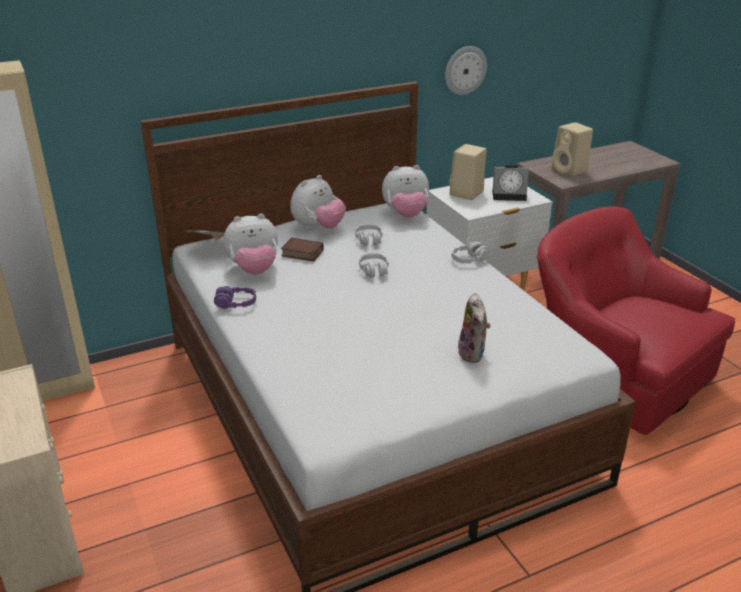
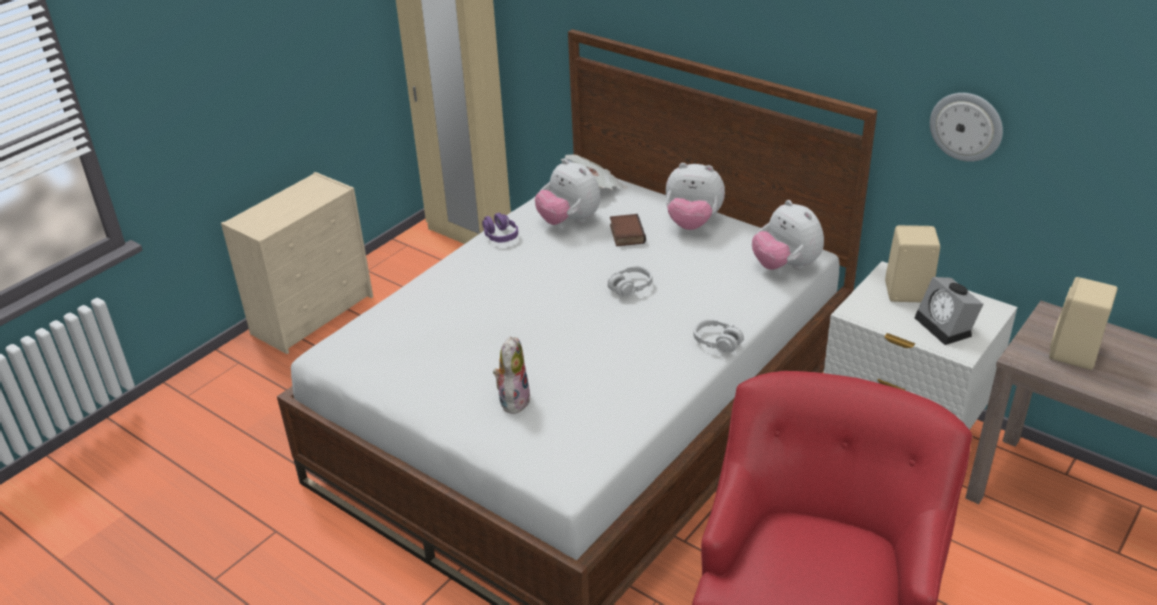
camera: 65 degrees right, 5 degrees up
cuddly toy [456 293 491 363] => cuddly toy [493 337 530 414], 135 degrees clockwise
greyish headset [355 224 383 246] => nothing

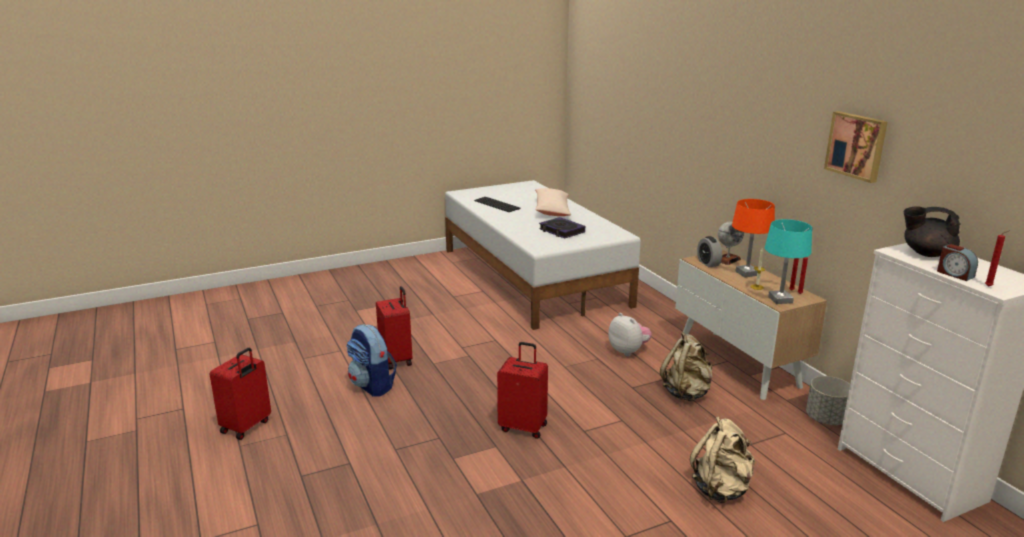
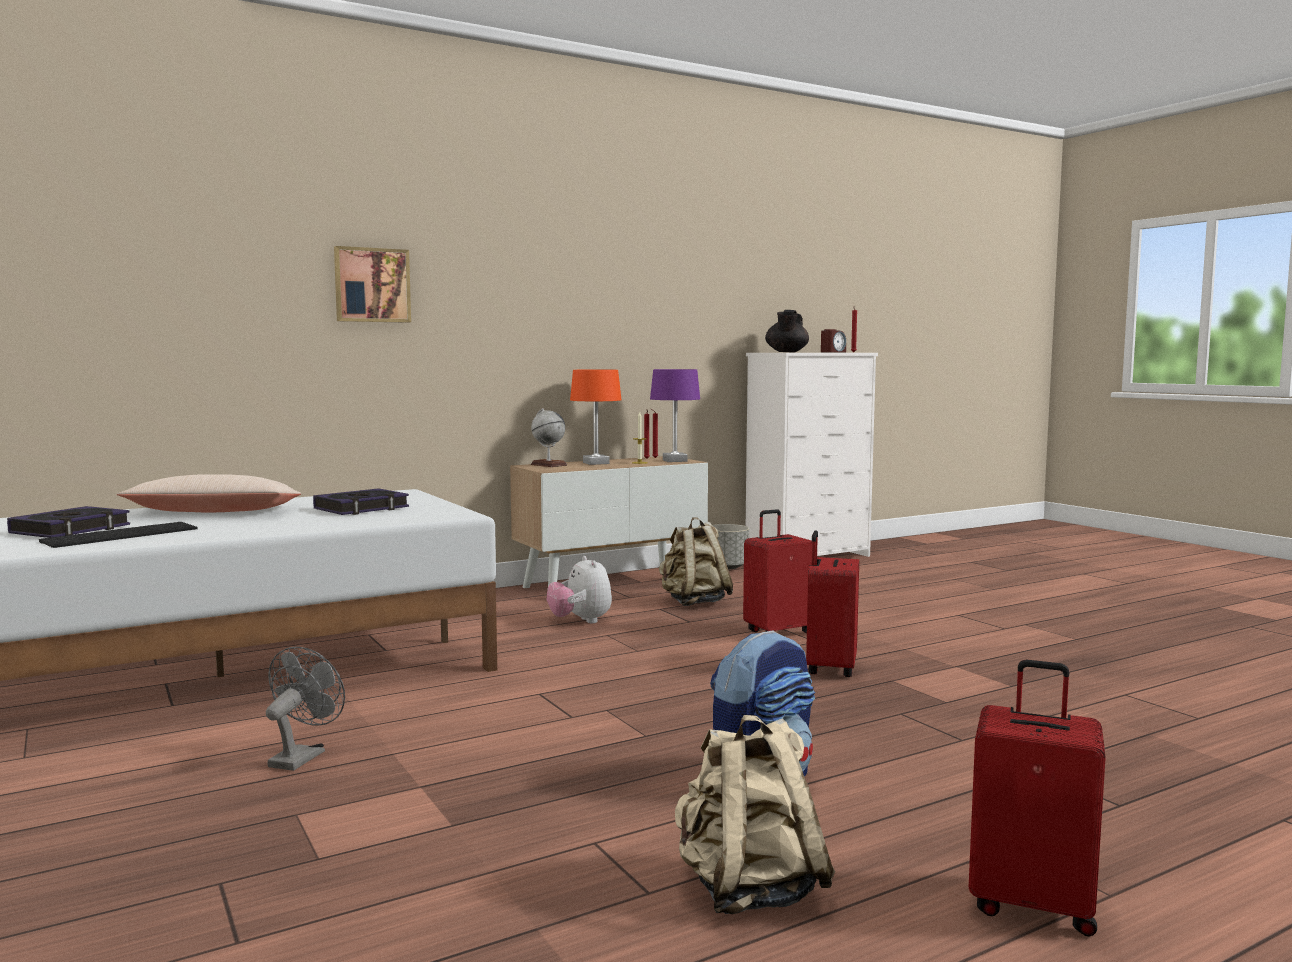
camera: 95 degrees left, 15 degrees down
nothing => bound book [7 506 130 538]
nothing => greyish fan [266 647 345 771]
wall picture [824 111 887 183] => wall picture [334 246 411 323], relocated
cuddly toy [608 313 652 356] => cuddly toy [547 556 612 623], 75 degrees counterclockwise
turquoise table lamp [765 219 812 304] => purple-coloured table lamp [650 369 700 462]
beige-coloured rucksack [690 417 755 503] => beige-coloured rucksack [675 715 835 914], relocated
reddish travel case [376 286 412 370] => reddish travel case [743 509 812 633], relocated
table clock [697 236 722 267] => nothing

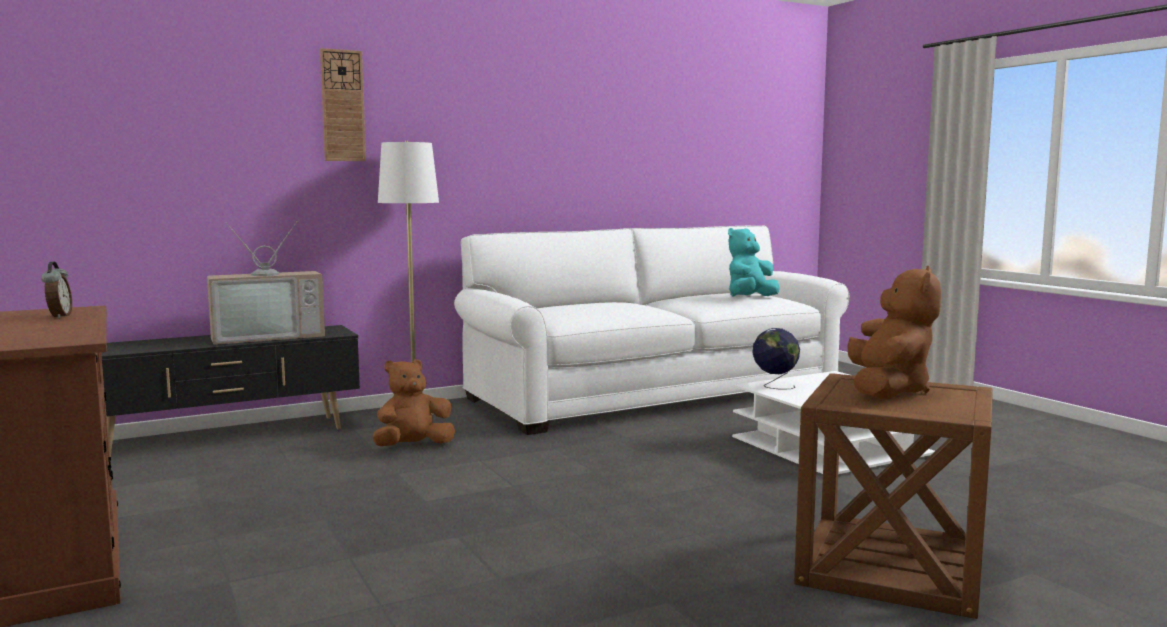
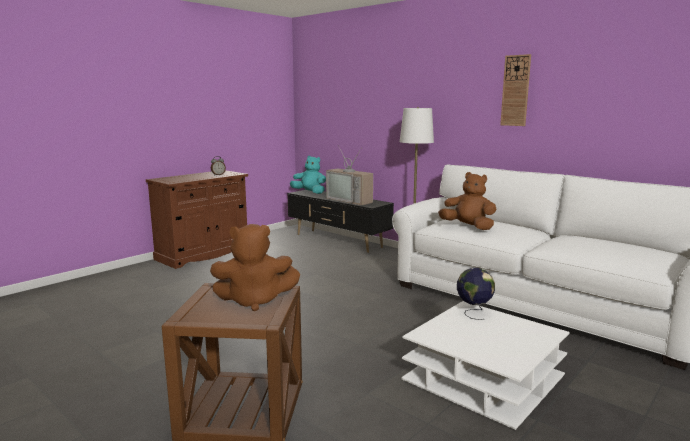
camera: 70 degrees right, 5 degrees up
turquoise cuddly toy [728 228 779 296] => turquoise cuddly toy [290 156 326 194], relocated
brown cuddly toy [372 359 455 446] => brown cuddly toy [438 172 496 230], relocated
clock on the wall [320 48 366 161] => clock on the wall [500 54 531 126], relocated

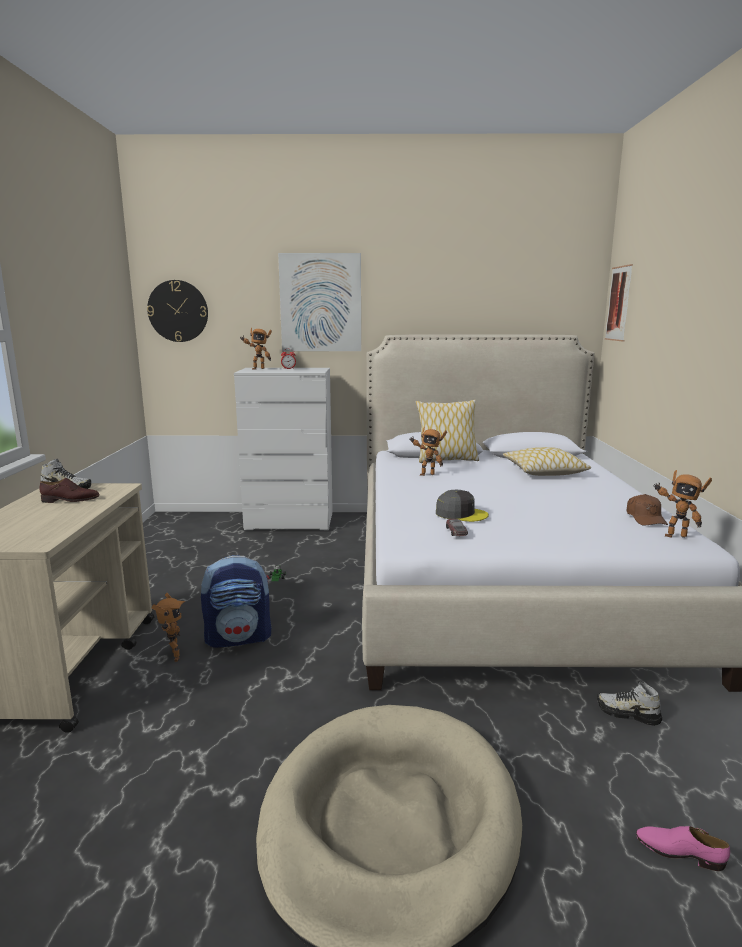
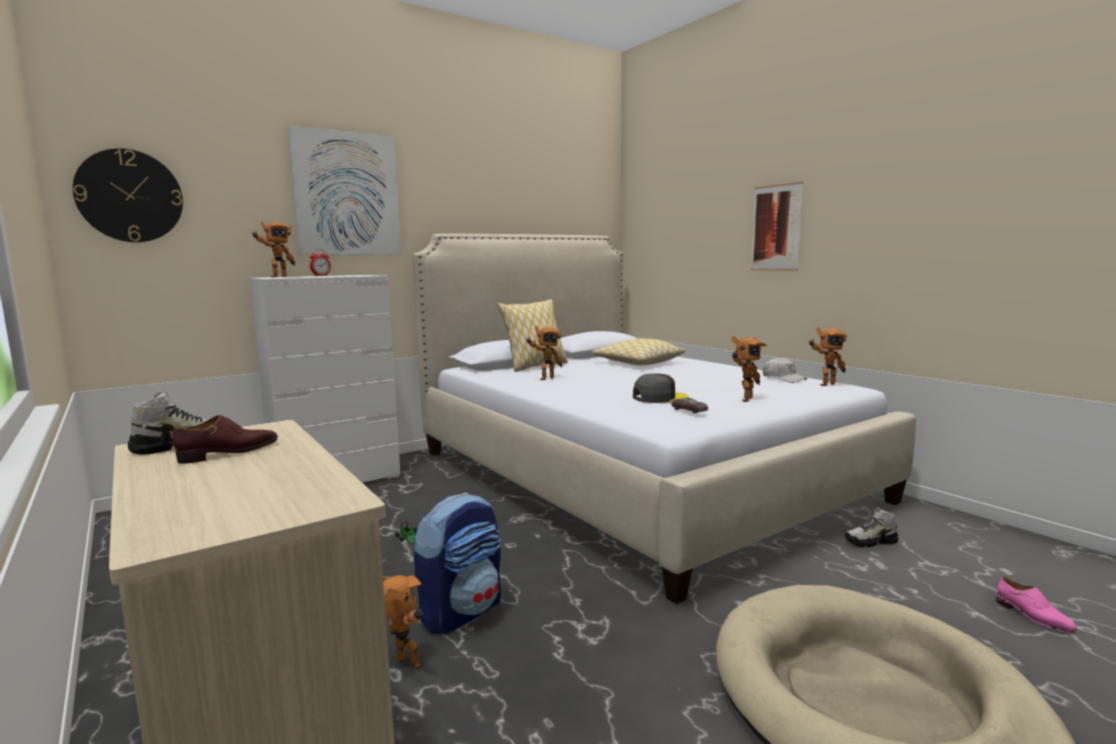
camera: 35 degrees left, 5 degrees down
nothing => robot figure [731 336 767 402]
wall picture [605 264 633 342] => wall picture [751 182 803 271], relocated
brown peaked cap [627 494 668 526] => whitish peaked cap [763 357 807 383]
pinkish shoe [636 826 730 871] => pinkish shoe [996 577 1077 633], 105 degrees counterclockwise

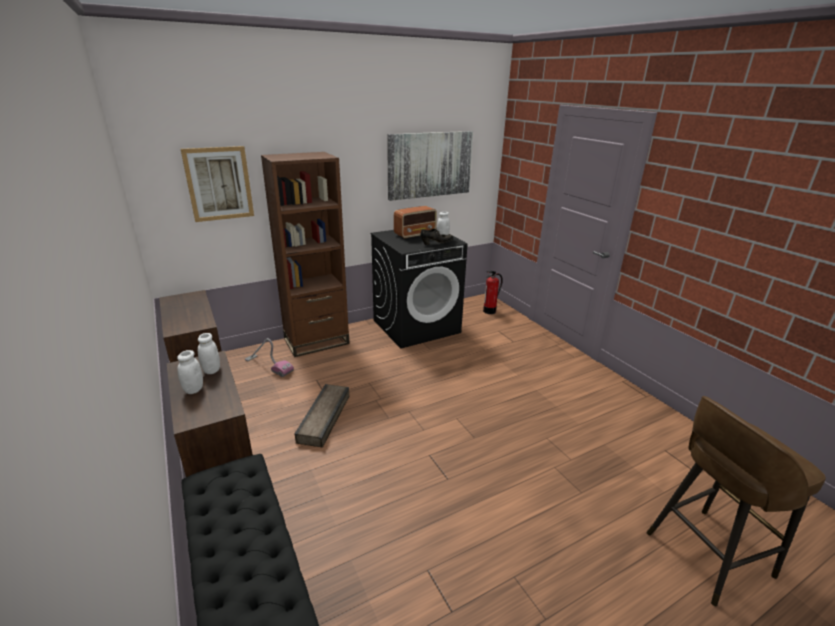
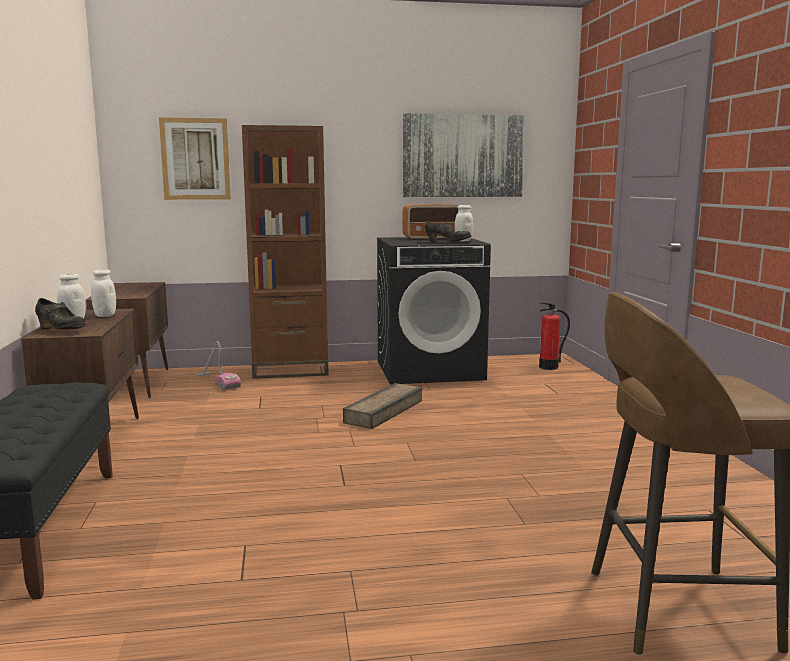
camera: 20 degrees right, 15 degrees down
nothing => blackish shoe [35 298 86 330]
shipping crate [294 384 349 448] => shipping crate [343 383 422 429], relocated

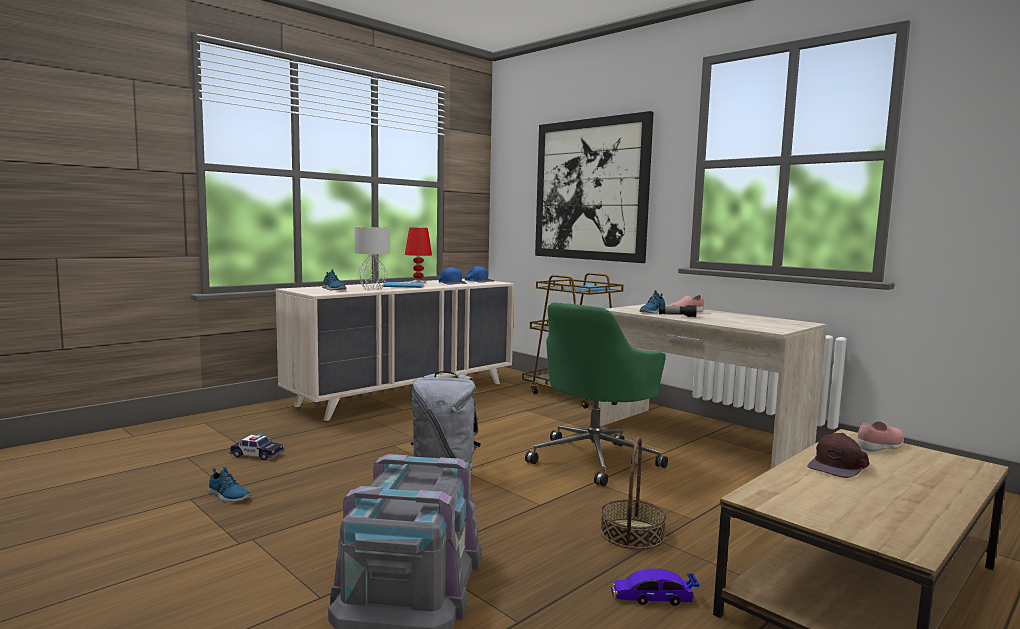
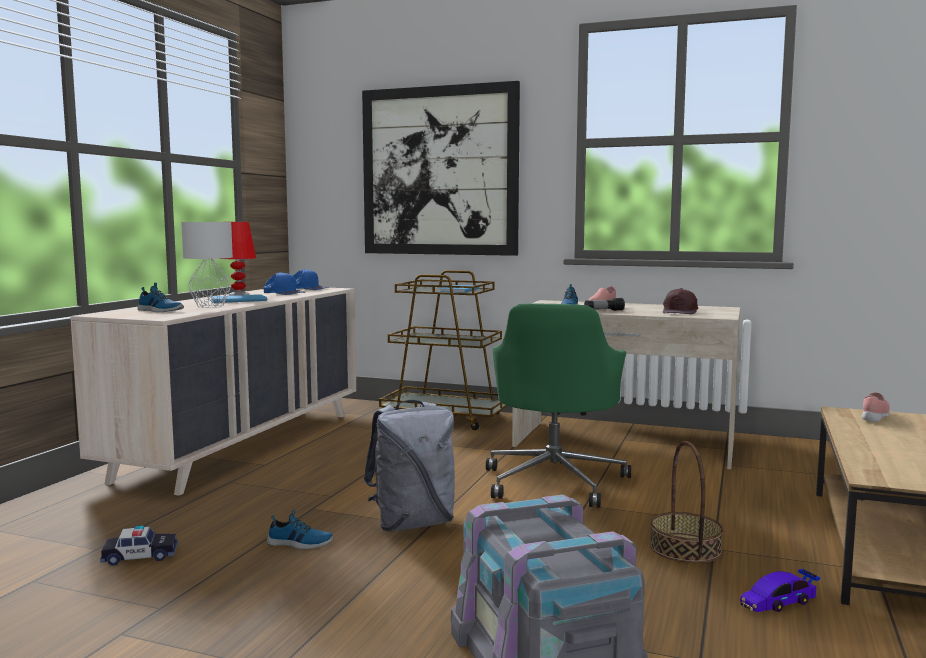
camera: 25 degrees left, 0 degrees up
shoe [208 467 251 502] => shoe [267 510 334 549], relocated
brown peaked cap [808 433 869 478] => brown peaked cap [663 288 698 314], relocated

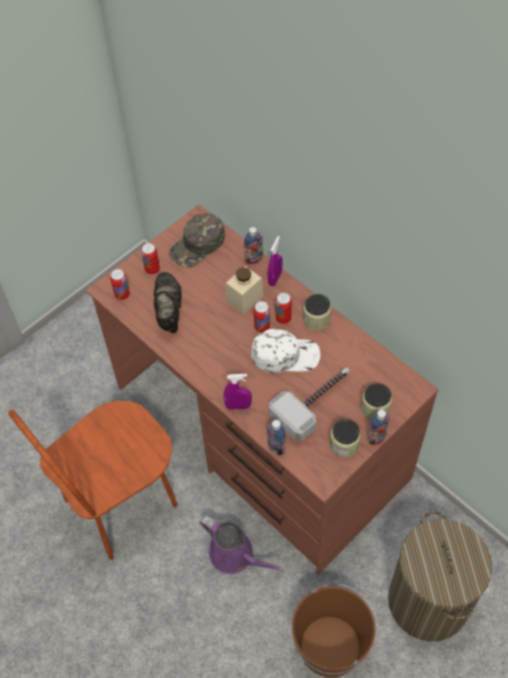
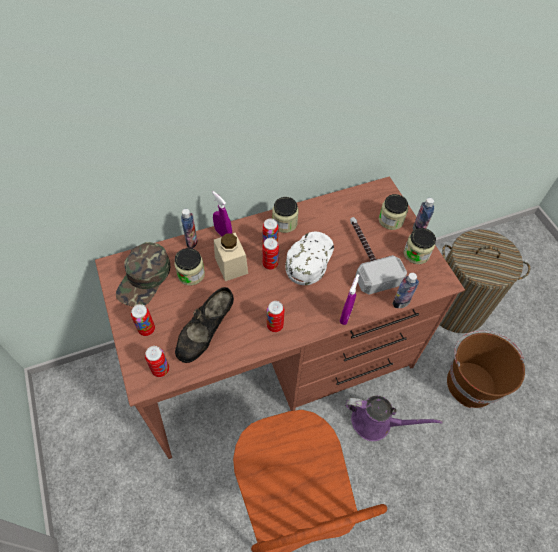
camera: 70 degrees left, 0 degrees up
greenish peaked cap [169 213 225 268] => greenish peaked cap [116 242 170 307], 45 degrees clockwise
nothing => preserve jar [174 248 205 286]
blackish shoe [154 272 182 333] => blackish shoe [175 287 234 363], 75 degrees counterclockwise
nothing => can [267 301 285 332]
purple-coloured watering can [199 516 284 574] => purple-coloured watering can [345 396 443 441], 45 degrees clockwise

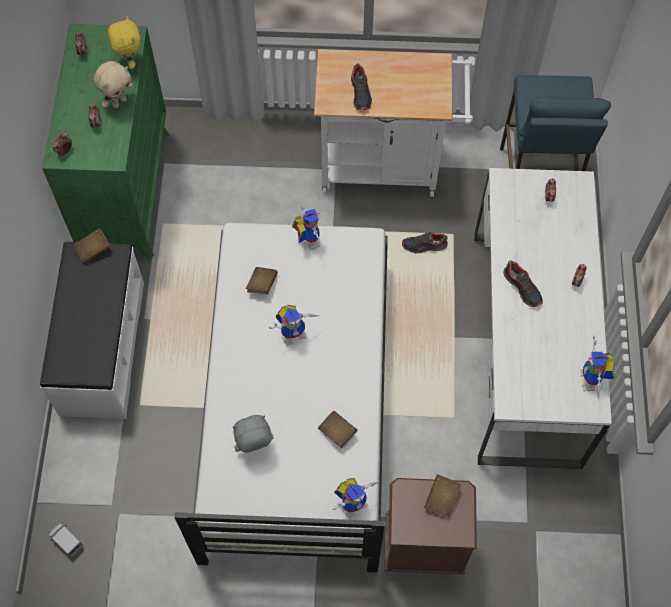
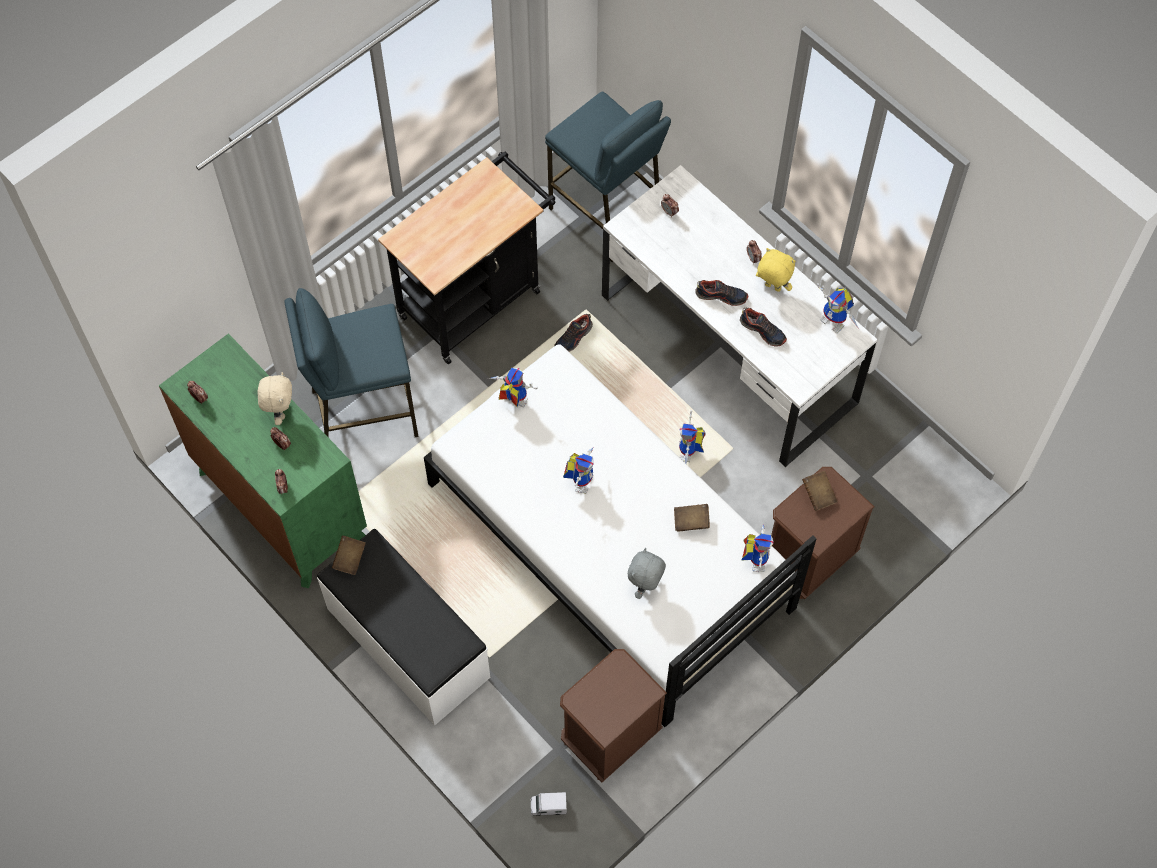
camera: 45 degrees left, 0 degrees up
nothing => bluish stool [284 288 419 438]
whitish wheeled cart [314 49 473 197] => blackish wheeled cart [378 152 556 364]
nothing => brown bedside table [560 649 667 782]
nothing => robot figure [679 410 706 464]
shoe [351 64 372 110] => shoe [740 308 787 347], relocated
yellowish cuddly toy [108 16 140 69] => yellowish cuddly toy [756 248 796 292], relocated
brown bound book [246 267 278 295] => nothing

